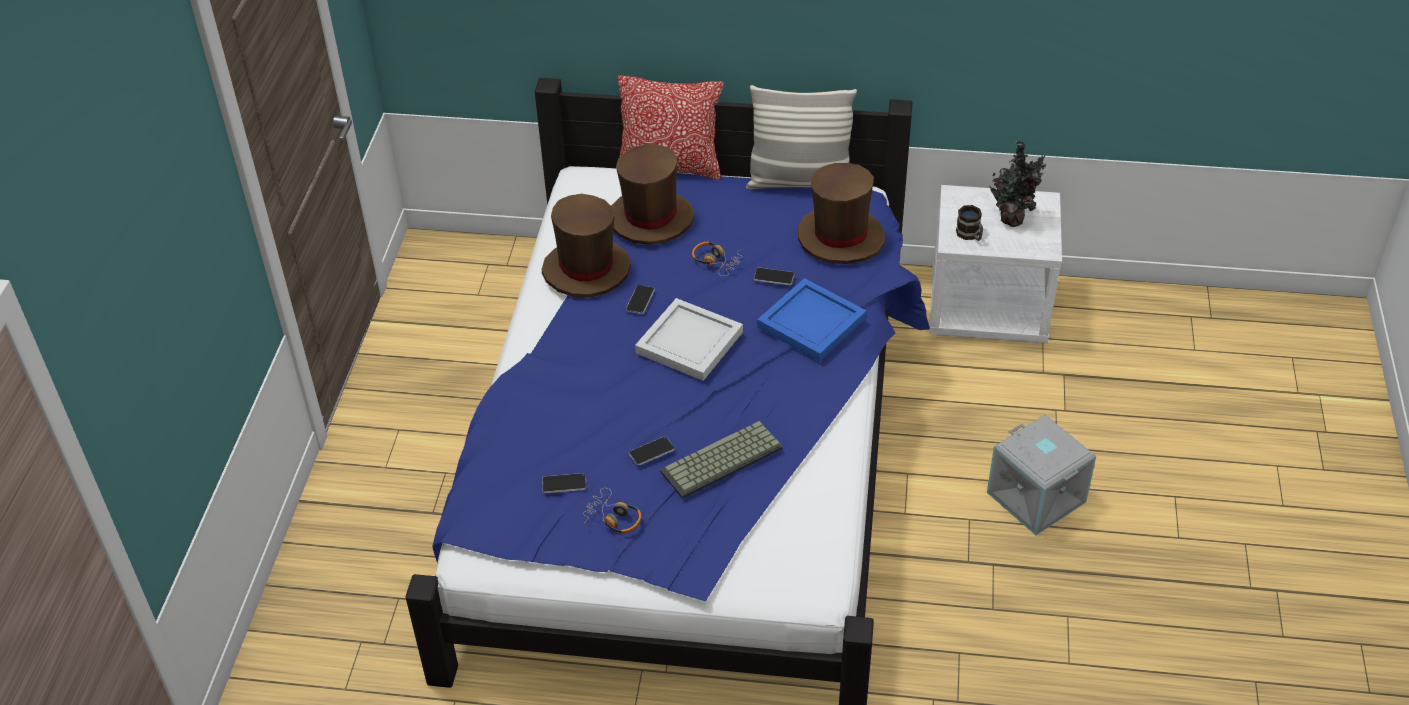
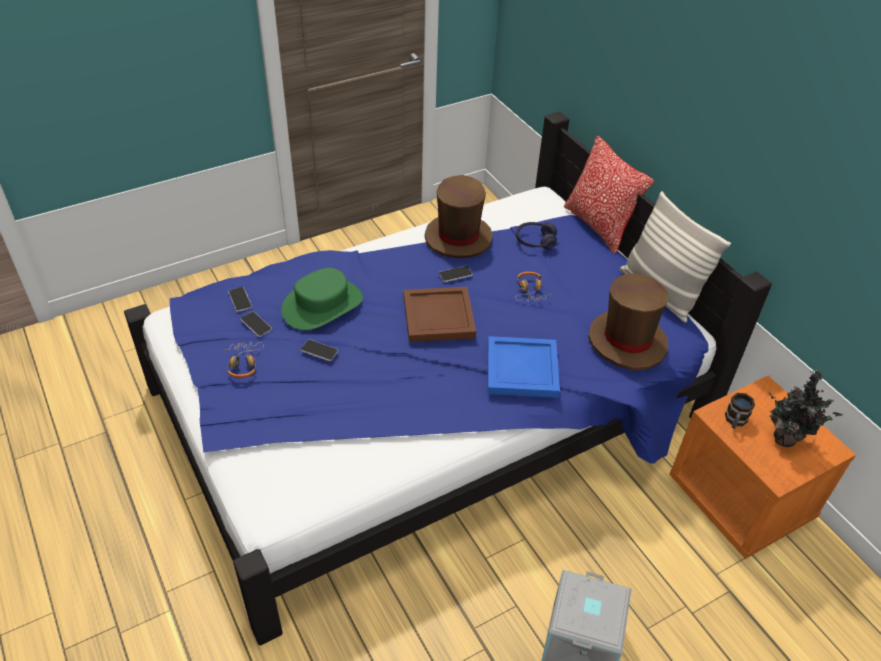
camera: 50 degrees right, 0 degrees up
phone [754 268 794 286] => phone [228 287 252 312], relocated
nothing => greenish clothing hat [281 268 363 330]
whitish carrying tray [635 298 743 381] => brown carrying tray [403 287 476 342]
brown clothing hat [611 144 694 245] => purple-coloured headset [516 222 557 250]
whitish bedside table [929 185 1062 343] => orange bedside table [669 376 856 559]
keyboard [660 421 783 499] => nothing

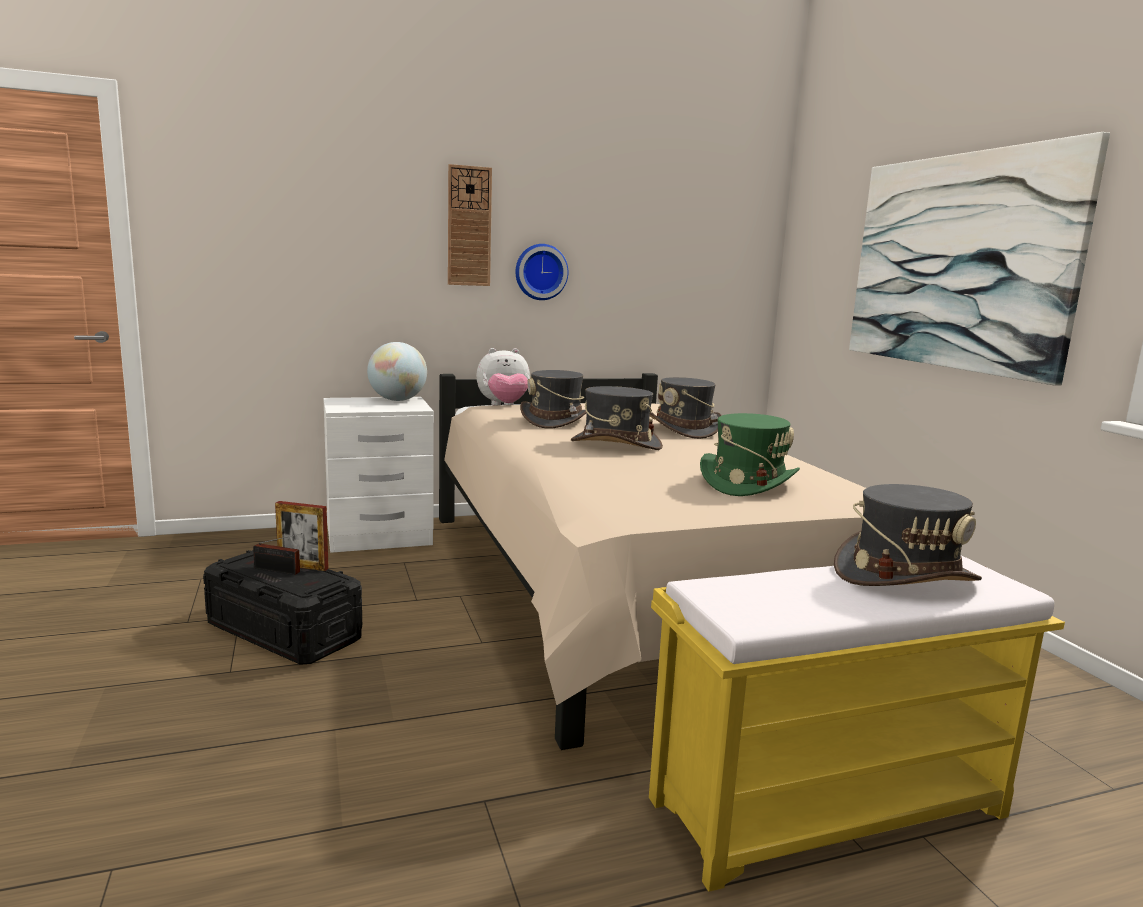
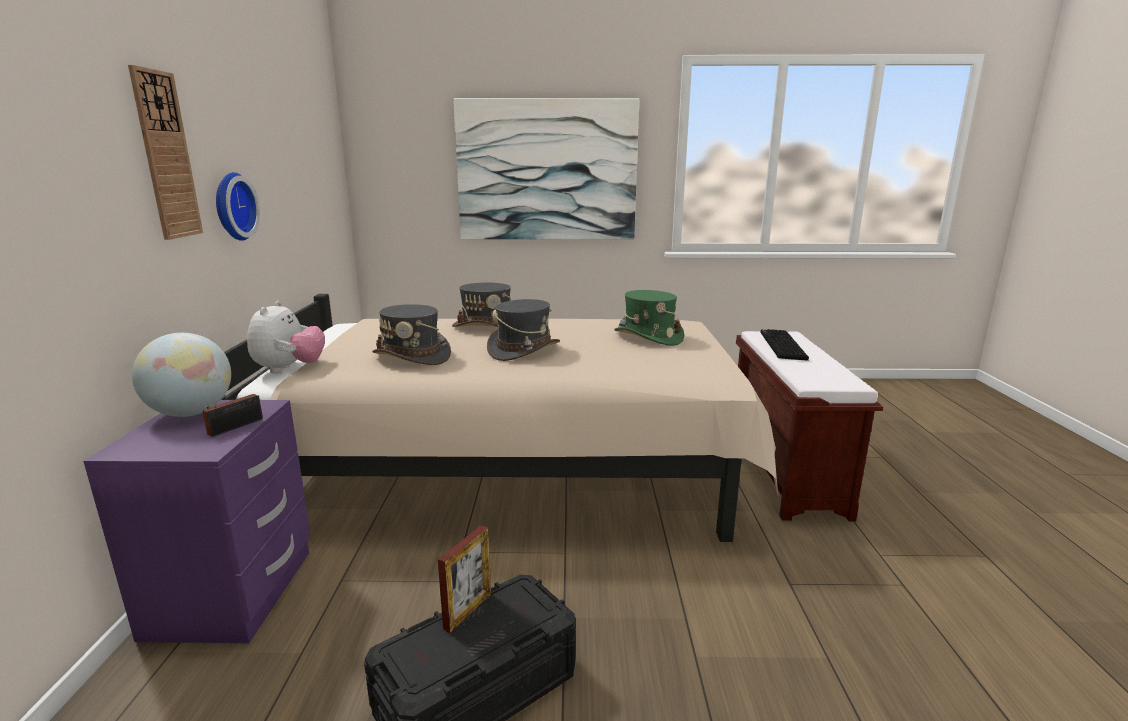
camera: 70 degrees left, 5 degrees up
whitish bedside table [323 397 434 553] => purple-coloured bedside table [83 400 311 643]
radio set [253 533 302 575] => radio set [203 374 263 437], relocated
yellowish bench [649 556 1065 892] => brown bench [736 331 883 522]
greyish clothing hat [834 484 982 586] => keyboard [760 329 809 361]

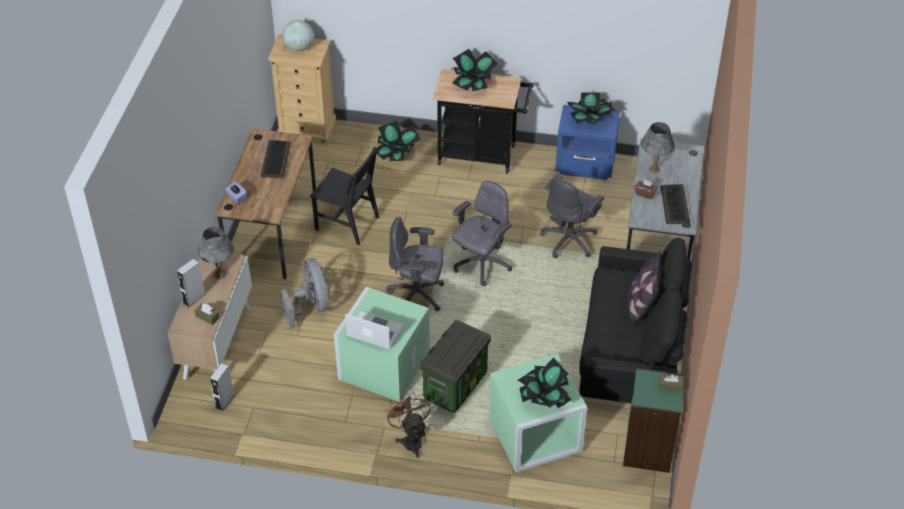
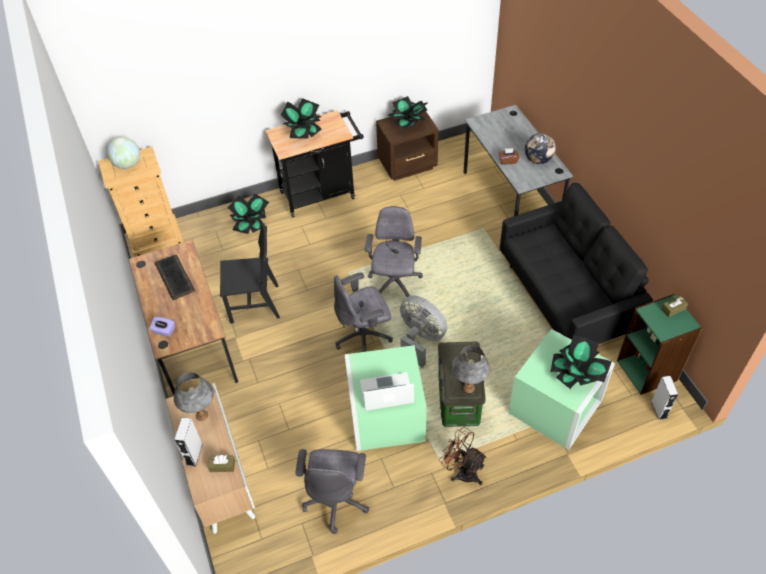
camera: 30 degrees left, 5 degrees up
greyish office chair [540 174 604 258] => greyish office chair [295 449 369 534], relocated
bluish bedside table [555 105 620 180] => brown bedside table [376 111 439 181]
greyish fan [281 258 330 329] => greyish fan [400 295 447 368], relocated
greyish table lamp [641 122 675 173] => greyish table lamp [452 345 490 393], relocated
keyboard [661 184 690 224] => desk globe [525 133 556 164]
greyish audio speaker [210 363 234 411] => greyish audio speaker [651 376 678 420], relocated
pillow [628 251 661 326] => nothing

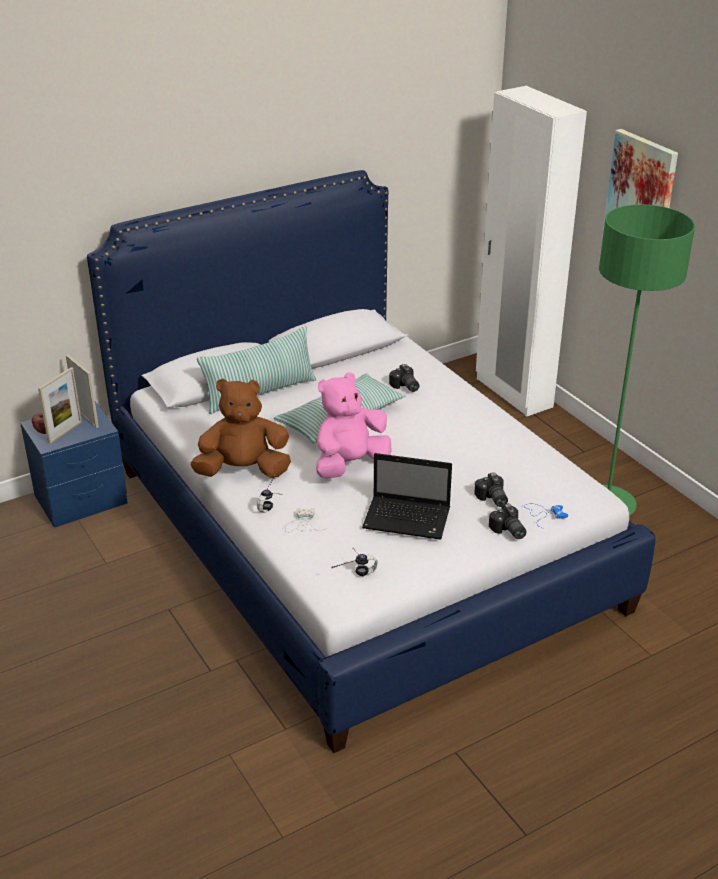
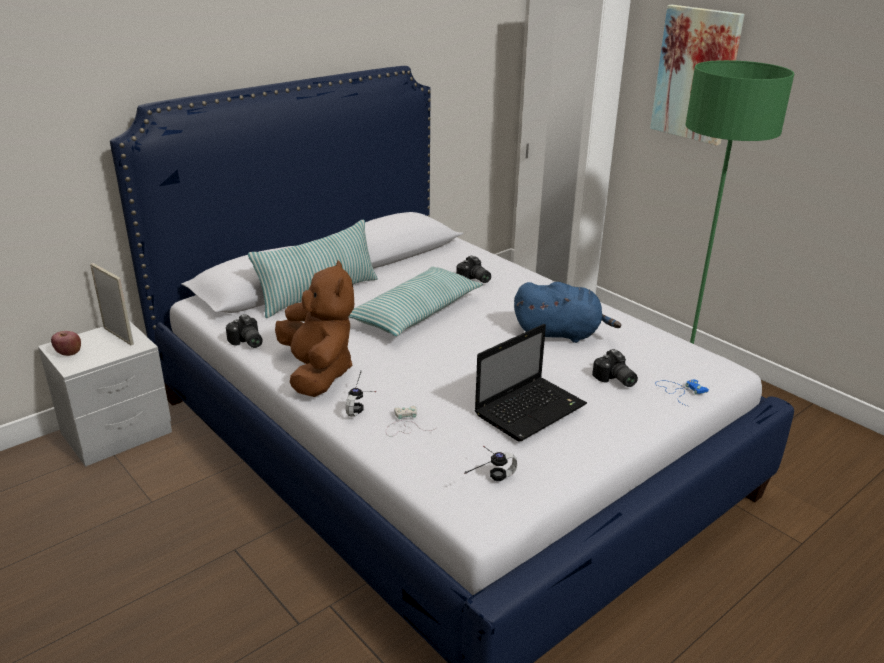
camera: 10 degrees left, 5 degrees down
bluish bedside table [20 402 127 528] => greyish bedside table [38 320 172 467]
still camera [489 503 526 539] => still camera [226 314 263 348], relocated
brown cuddly toy [190 378 291 478] => brown cuddly toy [275 260 354 397], 90 degrees clockwise
laptop [362 453 452 540] => laptop [475 324 587 441], 45 degrees counterclockwise
nothing => bluish cuddly toy [514 282 621 343]
picture frame [38 367 82 444] => nothing
pinkish cuddly toy [316 372 392 479] => nothing

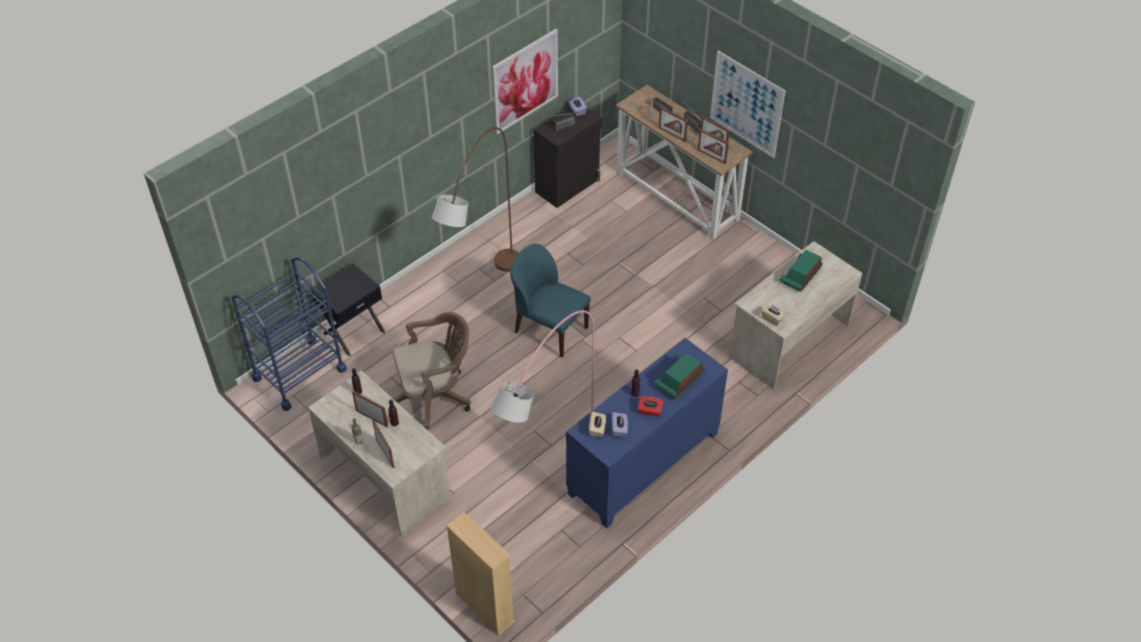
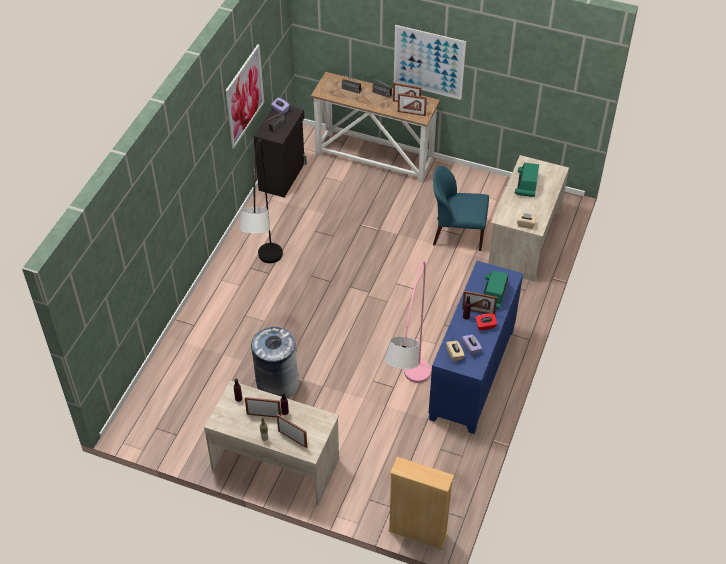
camera: 25 degrees left, 0 degrees up
brown standard lamp [432 127 519 272] => greyish standard lamp [239 139 283 263]
brown office chair [393 312 471 430] => greyish waste bin [251 327 299 399]
bluish plain chair [510 244 591 358] => bluish plain chair [433 166 489 251], relocated
picture frame [659 107 688 142] => picture frame [462 291 497 314], relocated
bluish wheeled cart [231 257 347 411] => nothing
blackish bedside table [311 263 385 356] => nothing

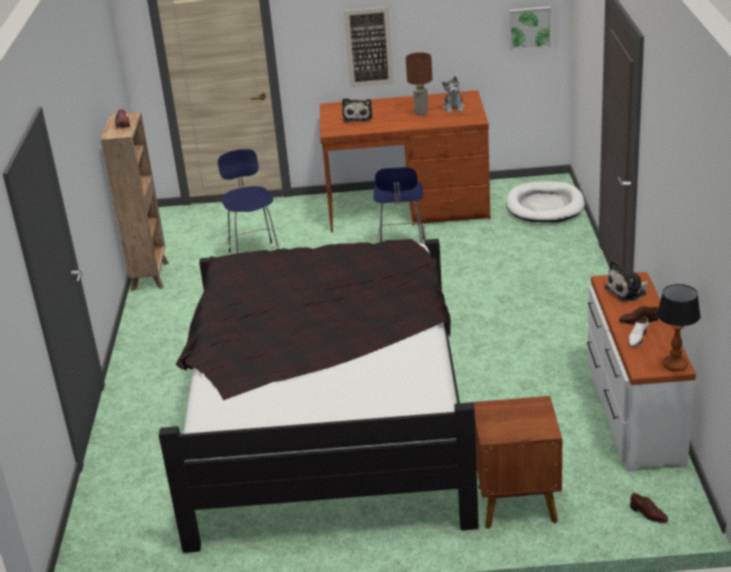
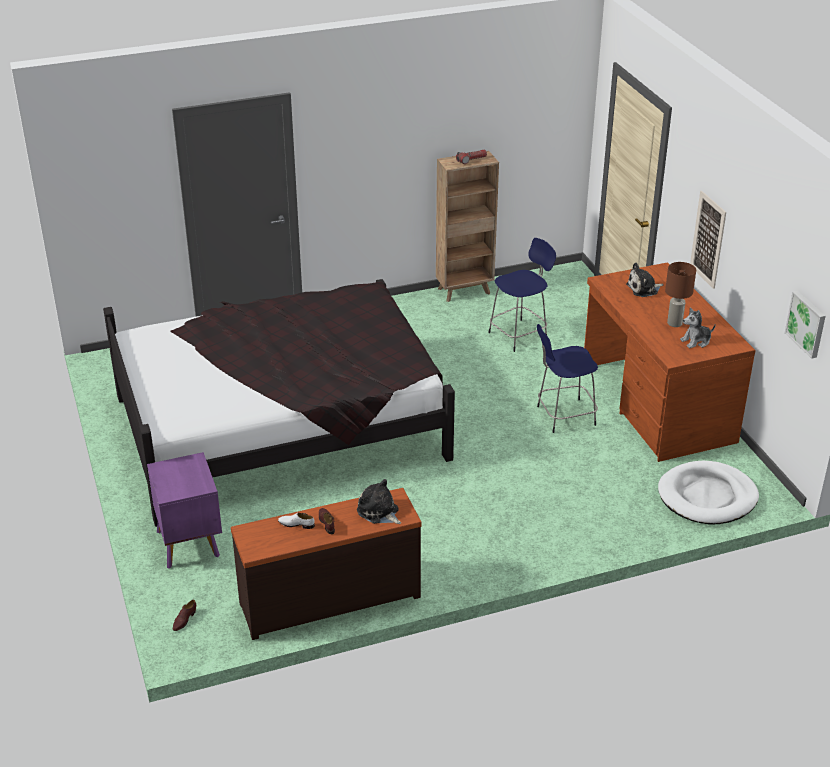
camera: 70 degrees right, 5 degrees up
brown bedside table [472 396 562 529] => purple-coloured bedside table [147 452 222 569]
whitish dresser [587 272 696 472] => brown dresser [231 488 422 640]
table lamp [657 284 701 372] => nothing

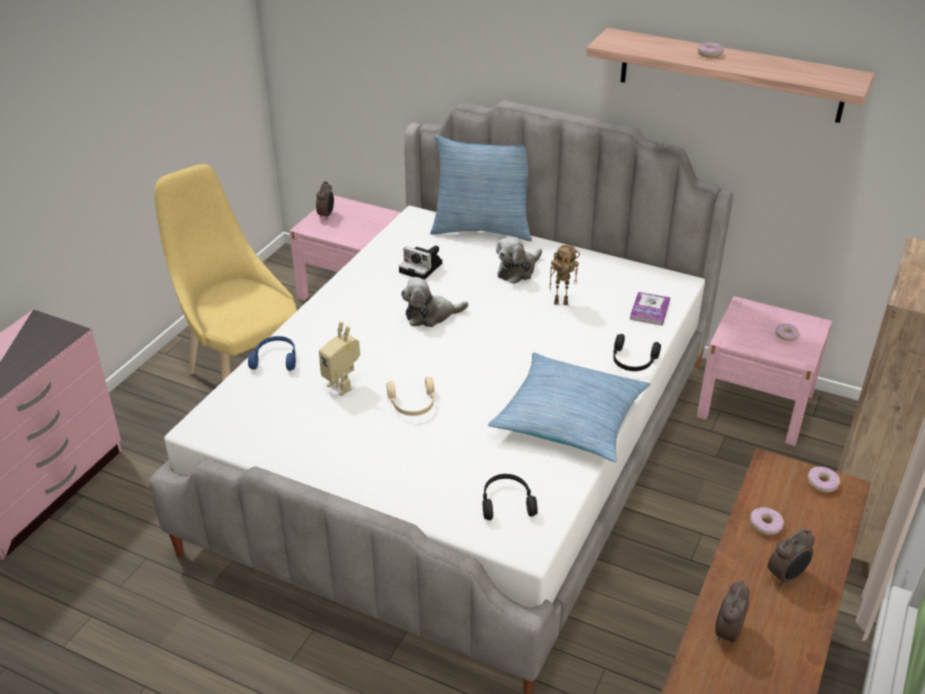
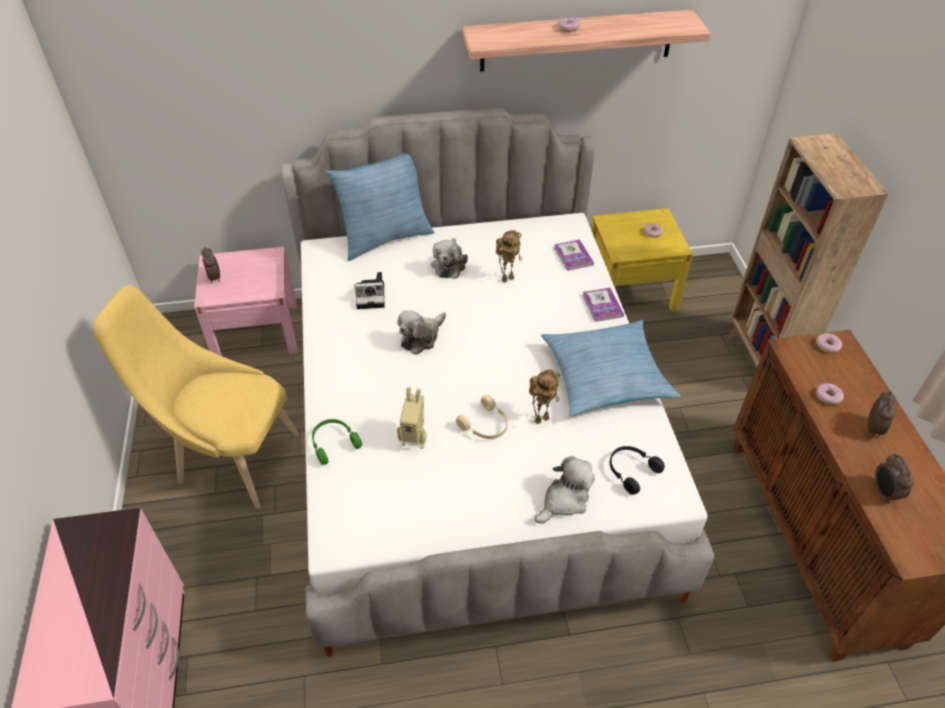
camera: 35 degrees left, 10 degrees up
bluish headset [248 336 296 371] => greenish headset [312 419 362 465]
nothing => robot figure [529 369 560 424]
nothing => cuddly toy [535 456 595 524]
blackish headset [613 334 661 371] => bound book [583 288 624 322]
pinkish bedside table [697 296 832 446] => yellowish bedside table [591 208 693 311]

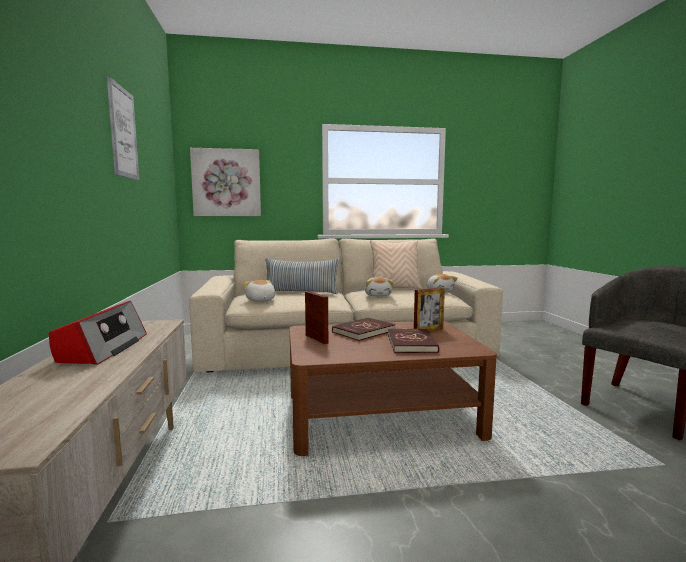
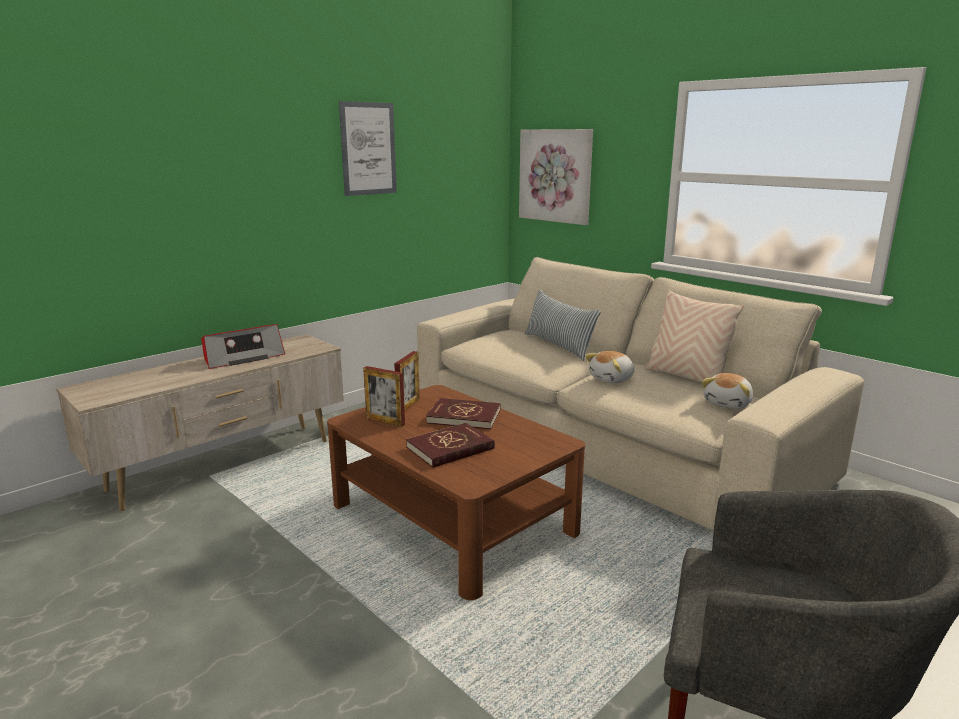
camera: 55 degrees right, 10 degrees up
picture frame [414 287 445 332] => picture frame [363 366 405 427], relocated
cuddly toy [244 280 275 302] => nothing

